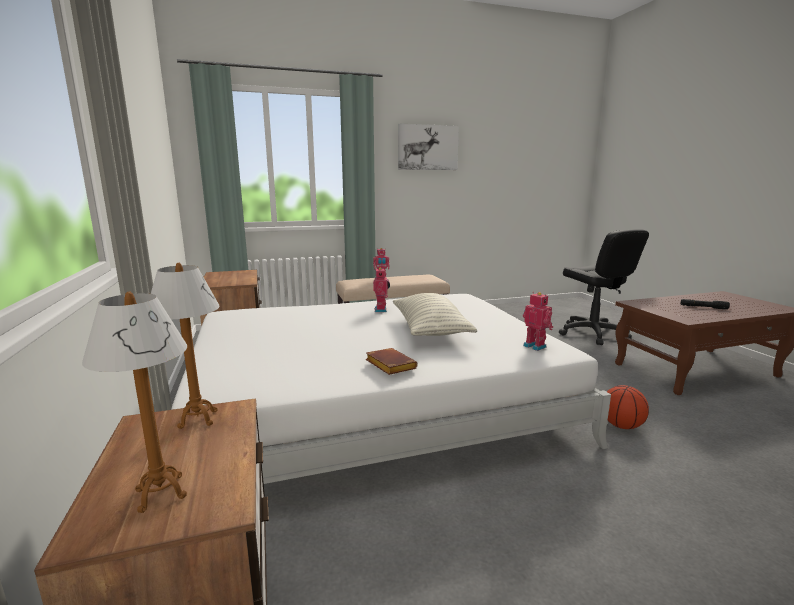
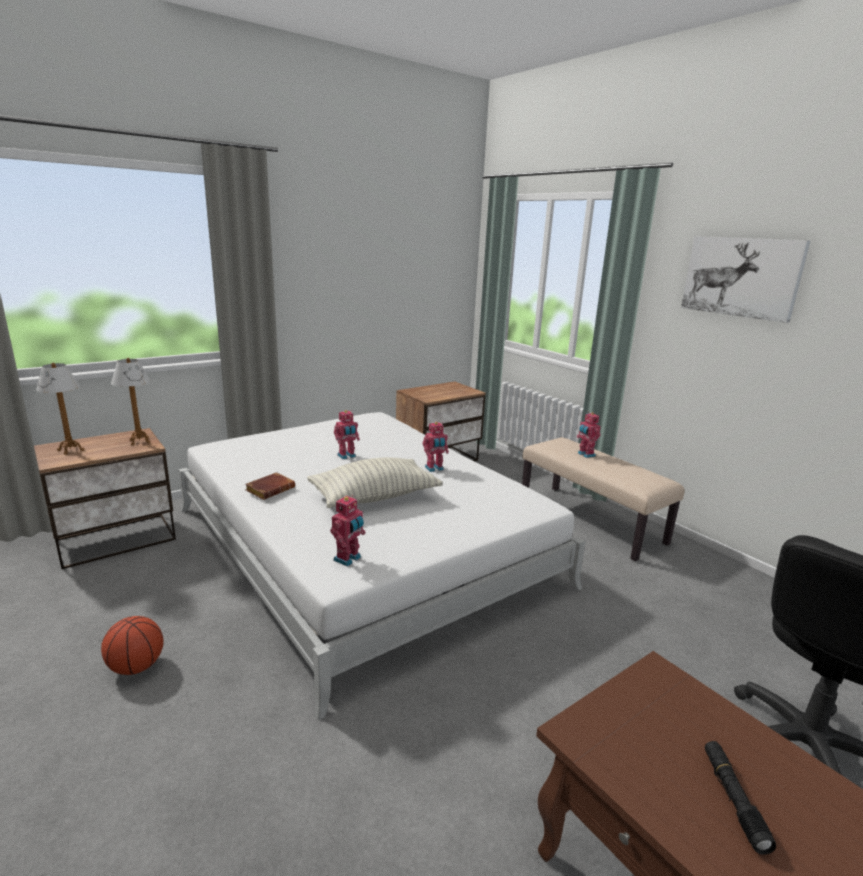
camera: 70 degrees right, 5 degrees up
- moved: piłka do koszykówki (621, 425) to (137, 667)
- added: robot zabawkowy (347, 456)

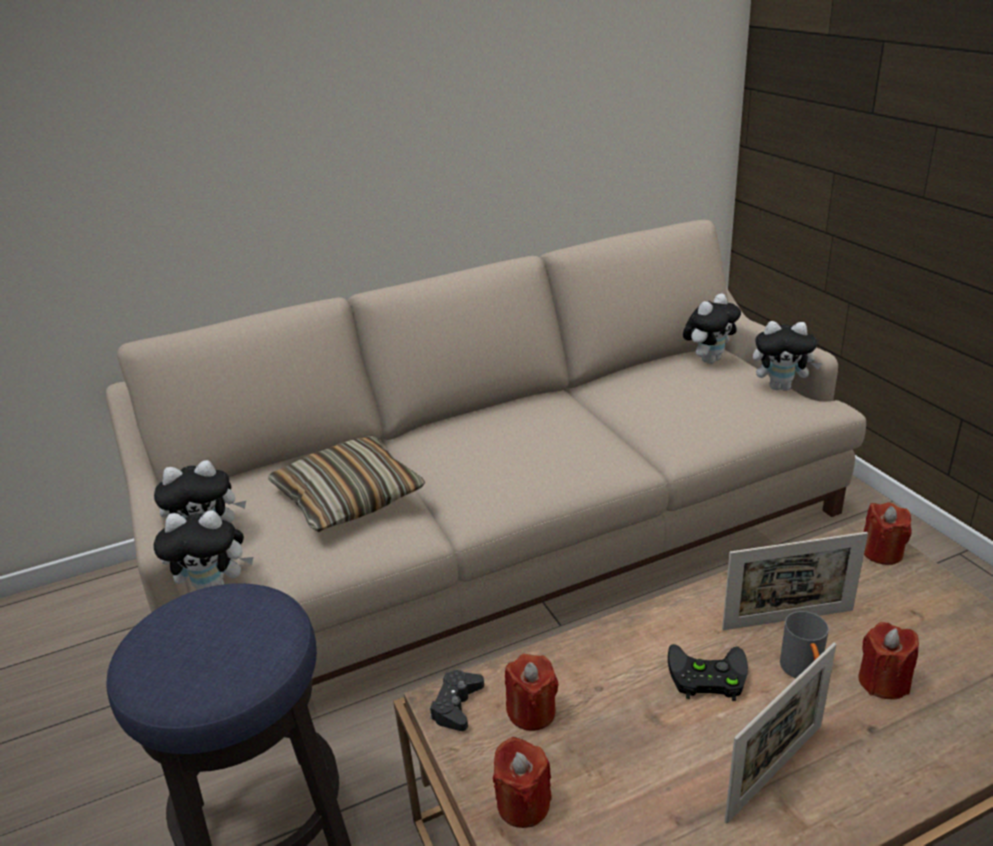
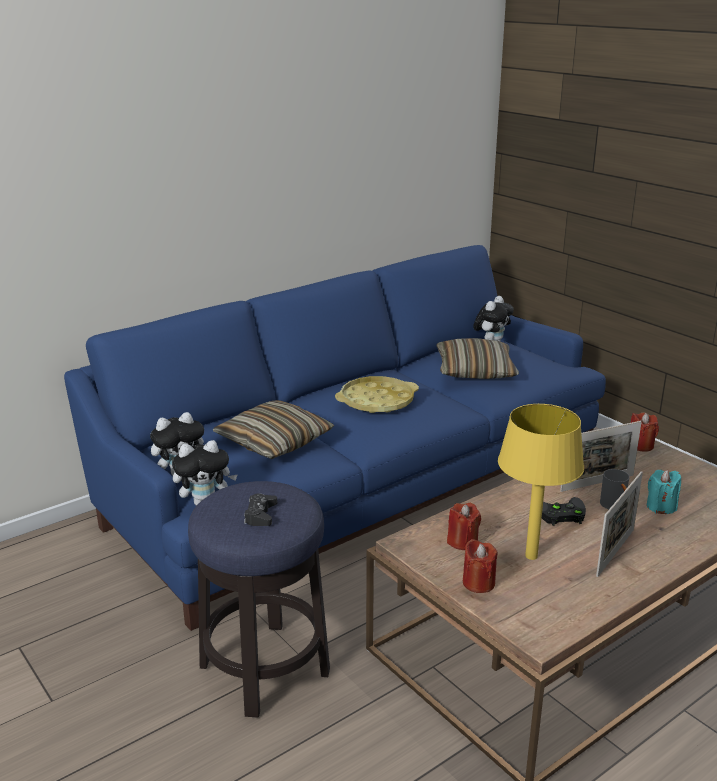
camera: 15 degrees left, 5 degrees down
- recoloured: kanapa (beżowy) (504, 537) to kanapa (niebieski) (358, 482)
- removed: pluszak (781, 387)
- recoloured: świeca (czerwony) (883, 682) to świeca (turkusowy) (661, 507)
- moved: pad do gier (czarny) (456, 705) to (260, 515)
- added: poduszka (475, 370)
- added: taca (żółty) (377, 401)
- added: lampa stołowa (żółty) (530, 556)

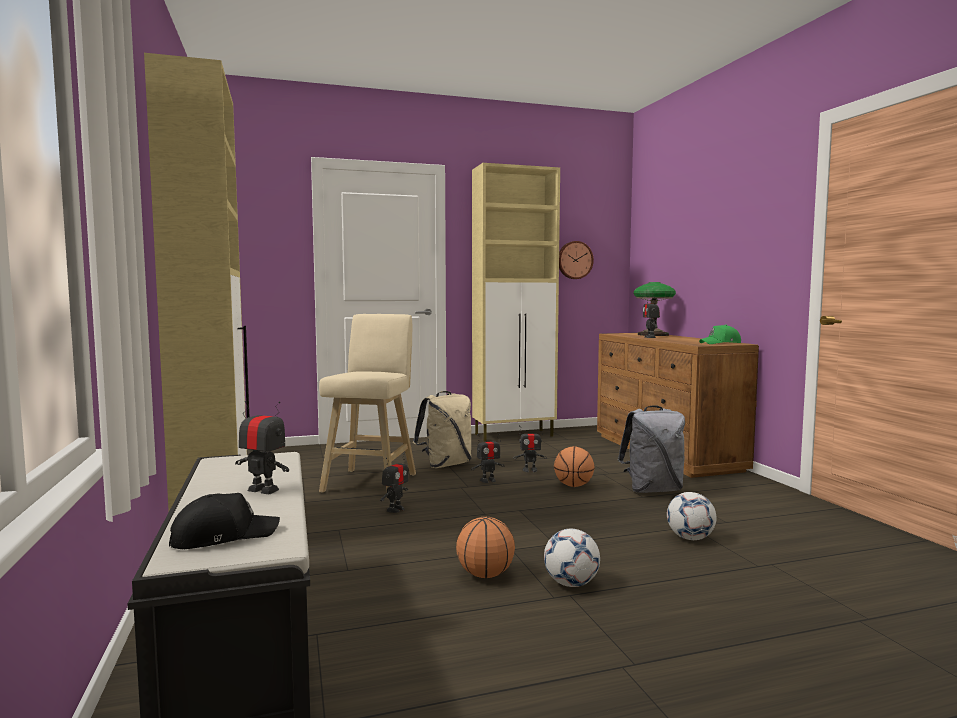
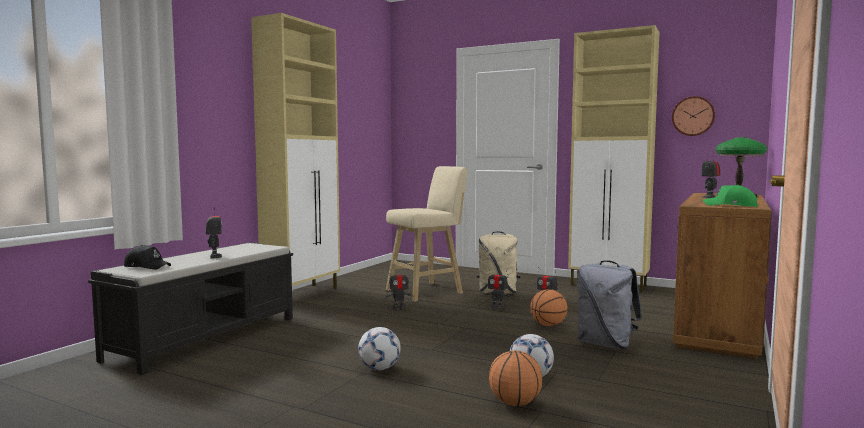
camera: 45 degrees right, 0 degrees up
- moved: piłka do koszykówki (485, 575) to (514, 403)

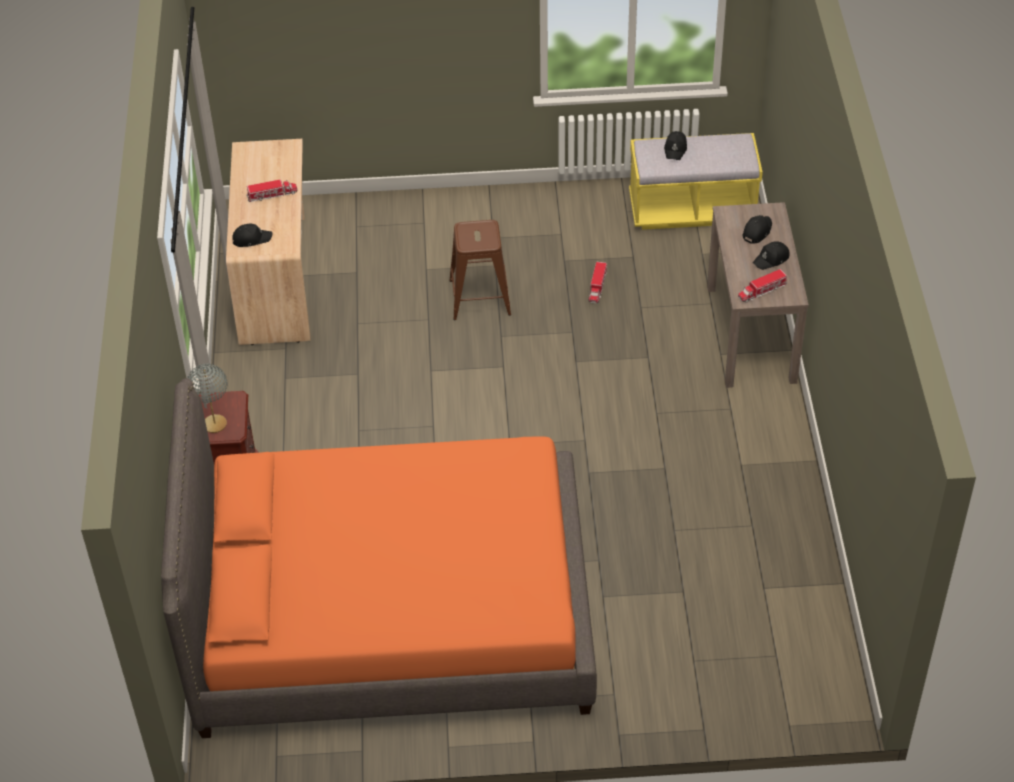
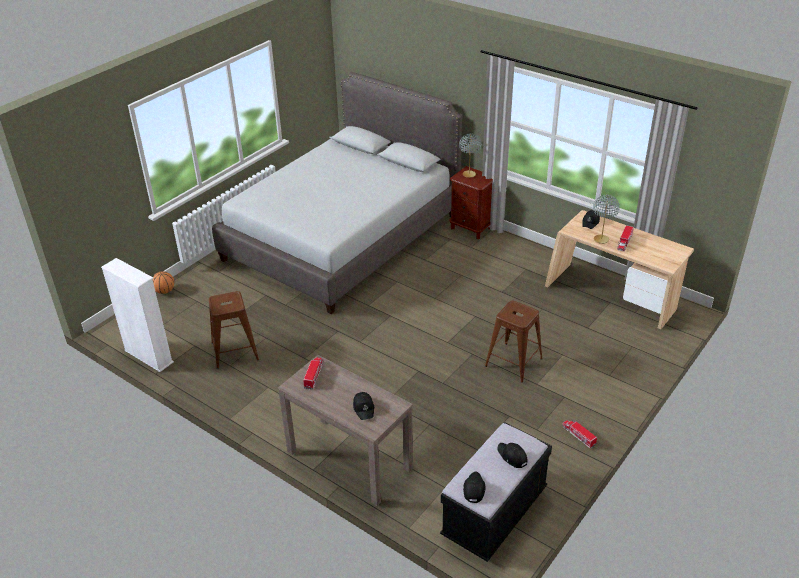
camera: 130 degrees right, 10 degrees down
- recoloured: ławka (żółty) (692, 210) to ławka (czarny) (494, 514)
- moved: czapka z daszkiem (czarny) (771, 259) to (473, 489)
- moved: ciężarówka zabawkowa (597, 287) to (578, 436)
- recoloured: łóżko (pomarańczowy) (391, 613) to łóżko (szary) (343, 237)
- added: lampa stołowa (szary) (601, 239)
- added: regał (biały) (148, 356)
- added: piłka do koszykówki (165, 291)
- added: stołek (brązowy) (234, 351)

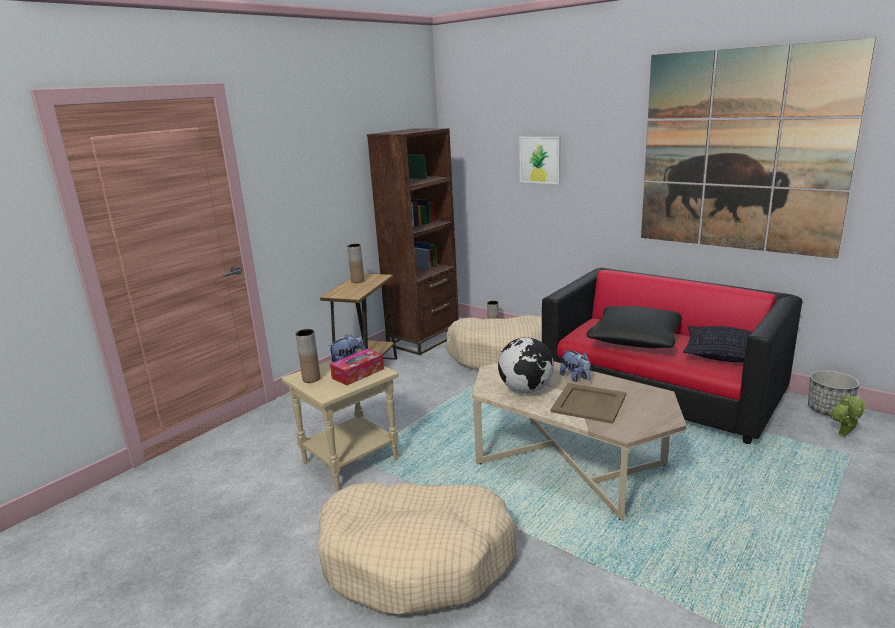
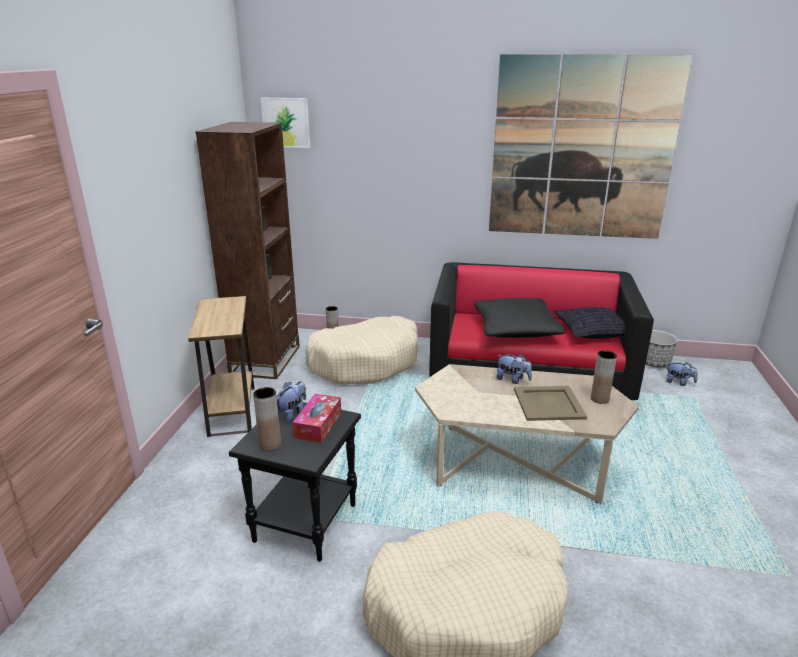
camera: 30 degrees left, 5 degrees up
- moved: obraz (540, 160) to (286, 122)
- moved: wazon (brązowy) (357, 281) to (599, 399)
- removed: globus (526, 390)
- recoloured: stolik (beżowy) (350, 460) to stolik (czarny) (304, 521)
- replaced: roślina doniczkowa (843, 436) to pluszak (679, 382)

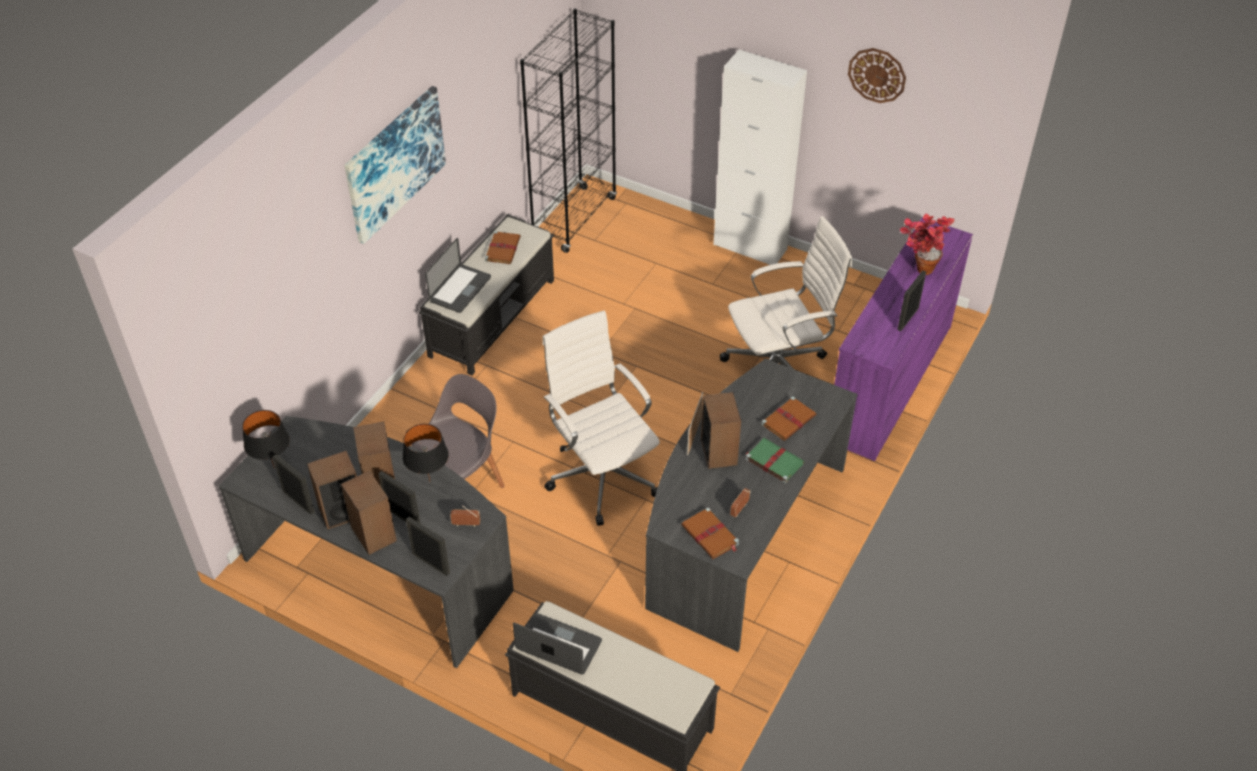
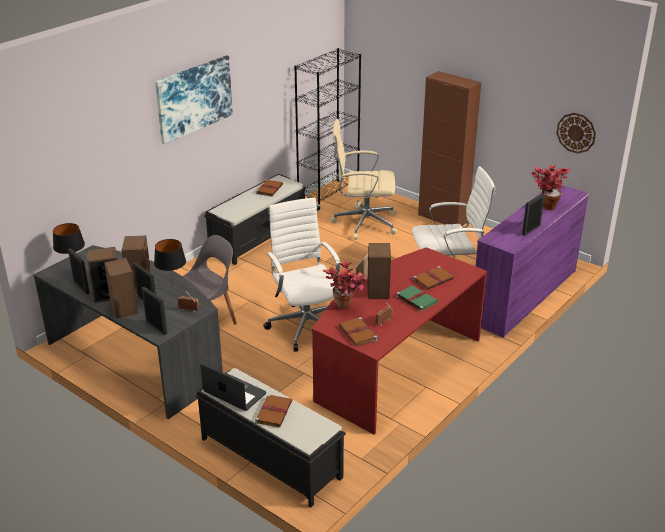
camera: 10 degrees right, 15 degrees down
- moved: zegar ścienny (877, 75) to (576, 132)
- recoloured: szafka (biały) (750, 247) to szafka (brązowy) (443, 218)
- removed: laptop (460, 289)
- recoloured: biurko (szary) (741, 533) to biurko (czerwony) (395, 367)
- added: krzesło biurowe (beżowy) (363, 223)
- added: roślina doniczkowa (346, 309)
- added: książka (brązowy) (274, 412)

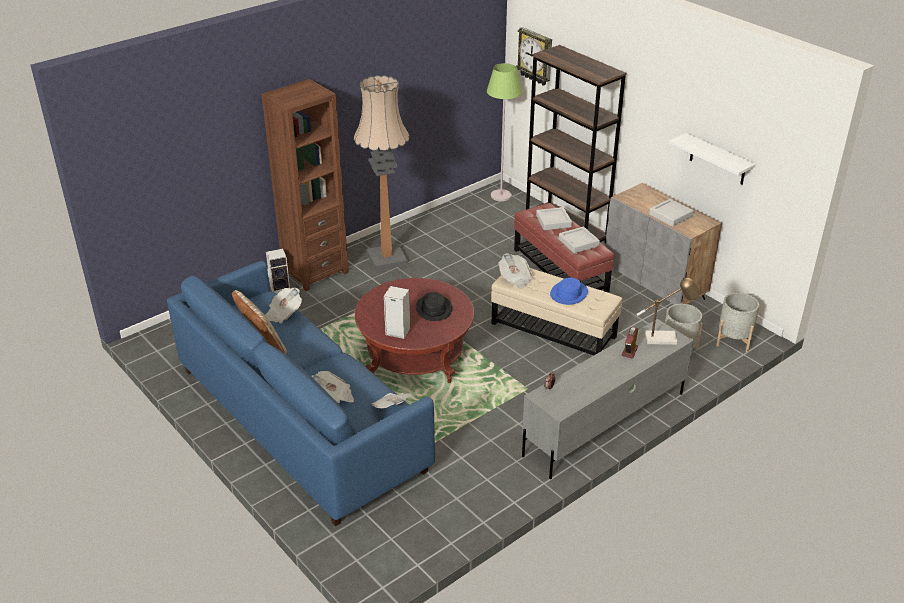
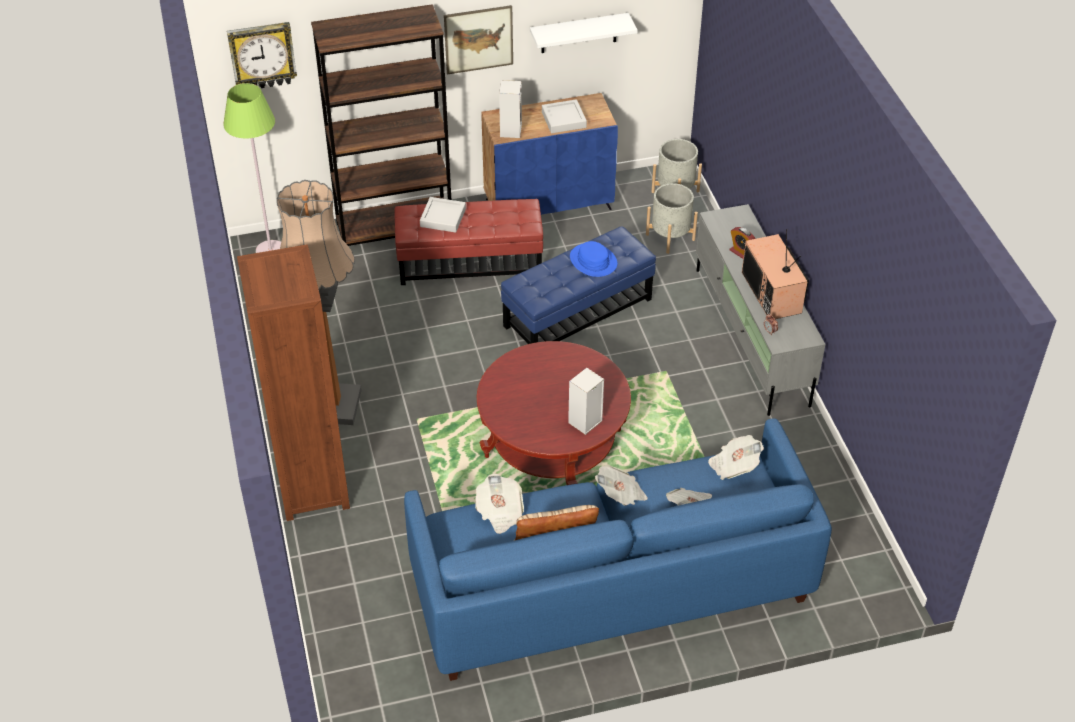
camera: 65 degrees left, 10 degrees up
- recoloured: szafka (szary) (655, 285) to szafka (niebieski) (549, 204)
- removed: taca (szary) (578, 242)
- moved: głośnik (280, 288) to (510, 130)
- moved: gazeta (515, 279) to (621, 495)
- recoloured: pufa (beżowy) (553, 330) to pufa (niebieski) (578, 313)
- removed: lampa stołowa (665, 338)
- removed: kapelusz (czarny) (434, 308)
- added: obraz (478, 39)
- added: telewizor (773, 293)

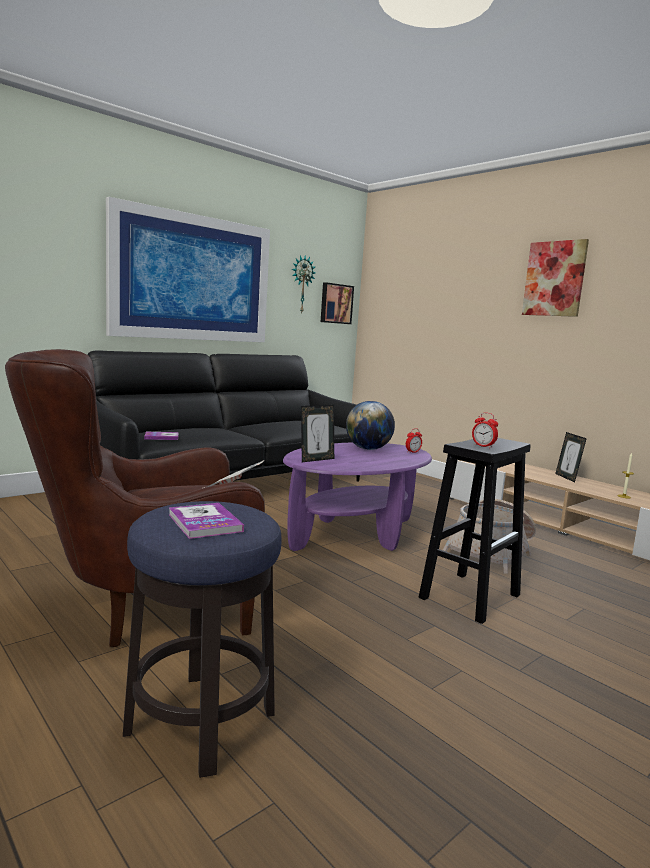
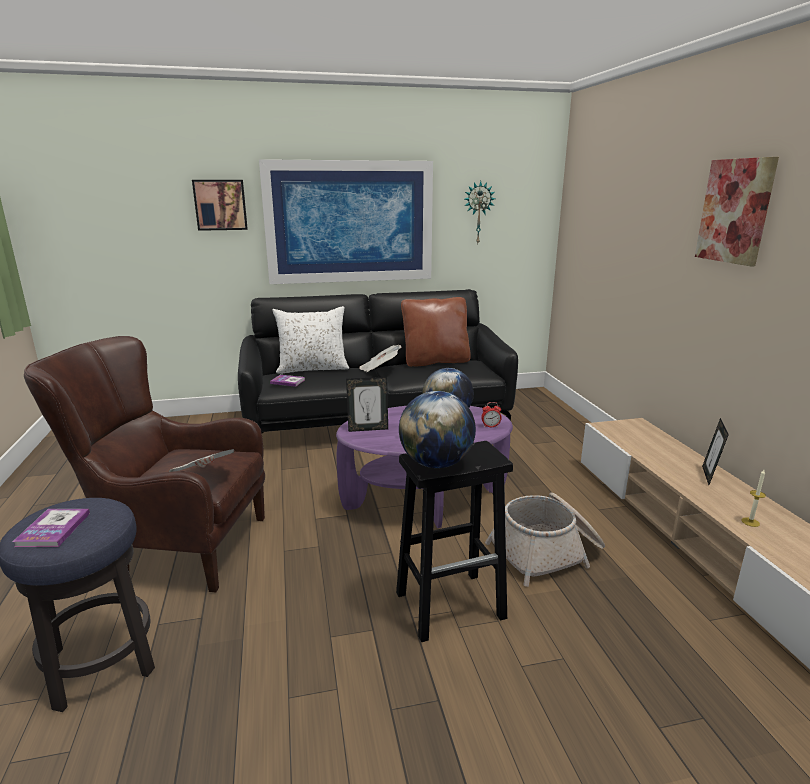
camera: 30 degrees right, 10 degrees up
- moved: obraz (335, 303) to (220, 205)
- replaced: budzik (483, 446) to globus (436, 463)
- added: poduszka (brązowy) (435, 361)
- added: poduszka (biały) (312, 368)
- added: gazeta (379, 369)

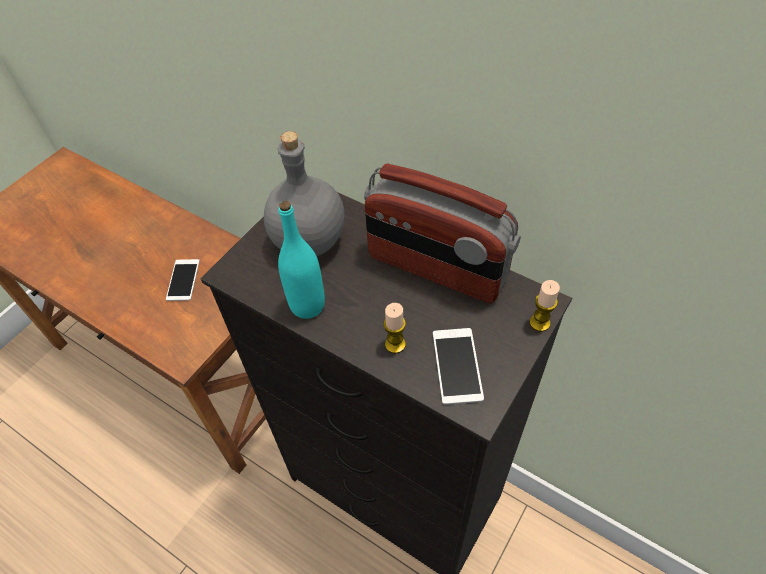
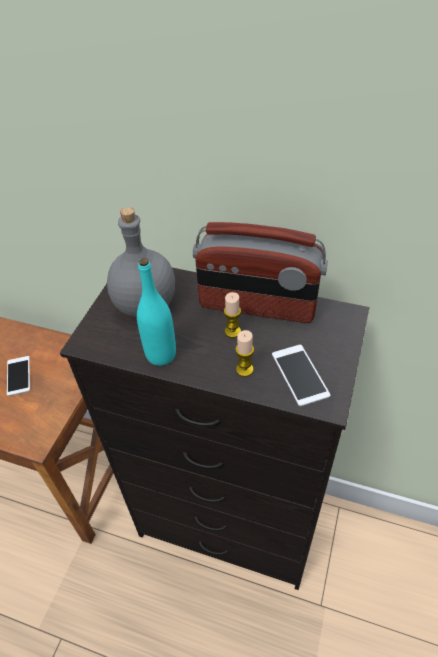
camera: 15 degrees left, 5 degrees down
- moved: świeca (539, 323) to (232, 331)

